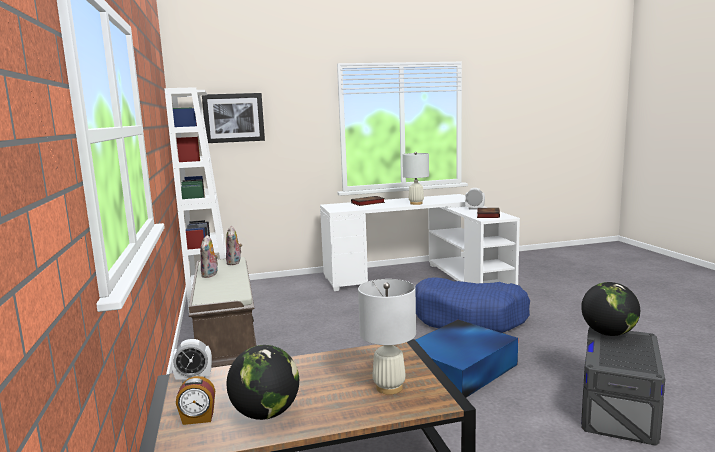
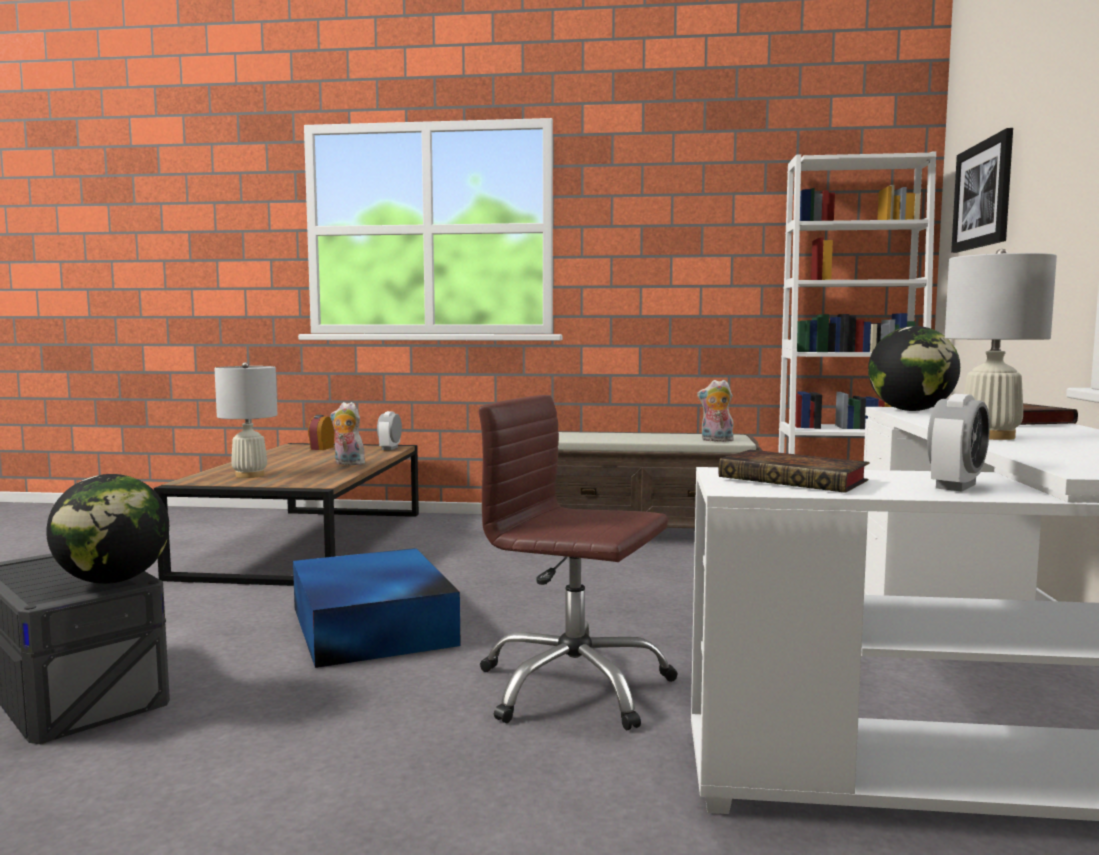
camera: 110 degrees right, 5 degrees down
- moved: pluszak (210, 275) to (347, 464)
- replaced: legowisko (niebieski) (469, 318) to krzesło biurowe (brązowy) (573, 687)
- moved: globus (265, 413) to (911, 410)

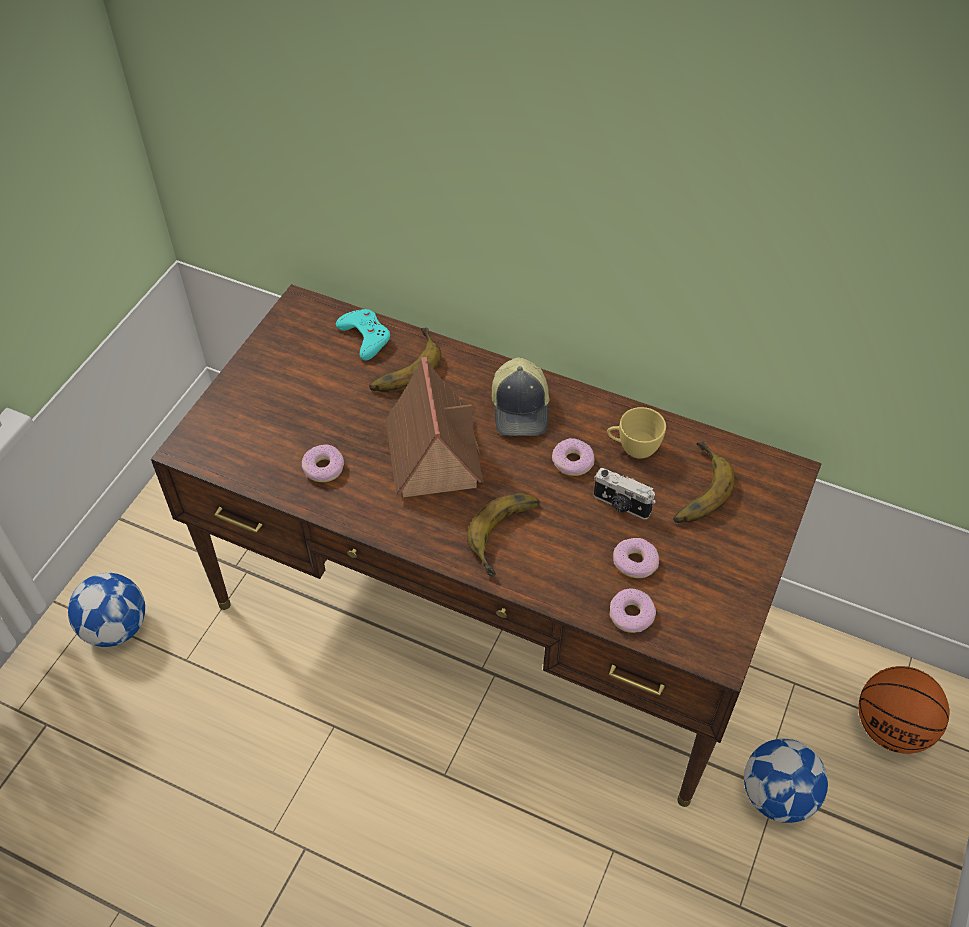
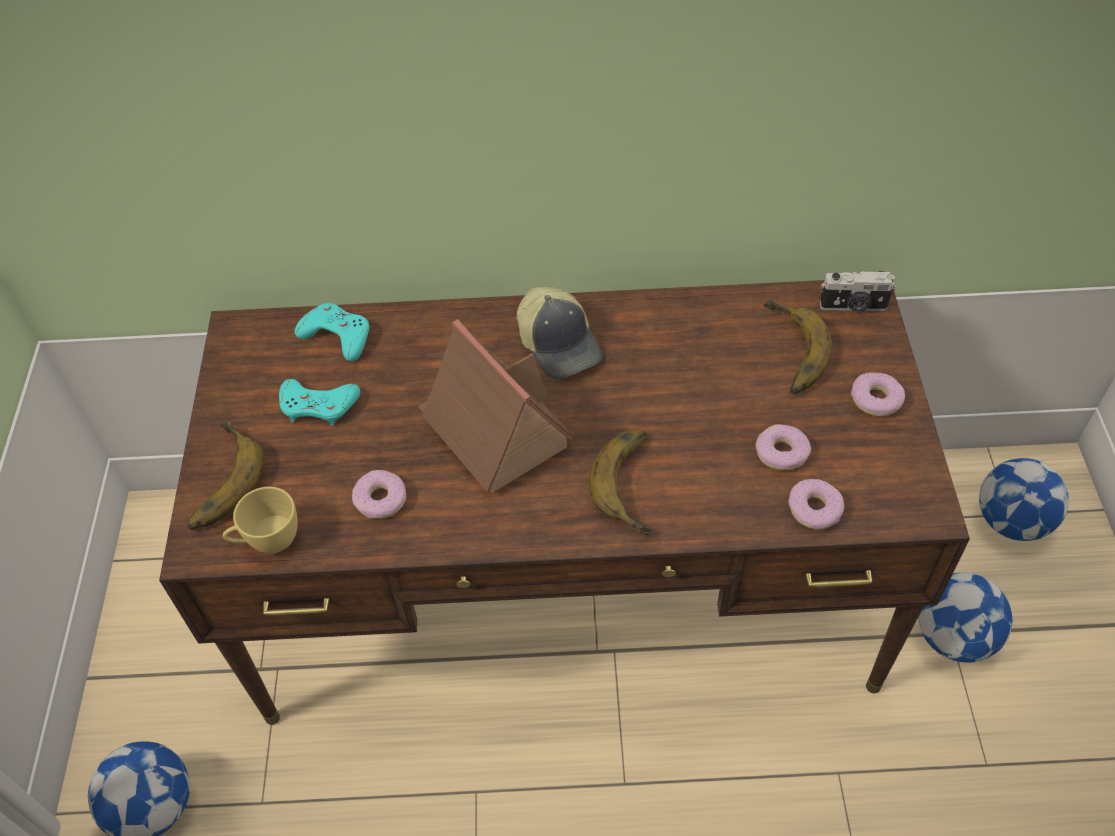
camera: 25 degrees left, 0 degrees up
- moved: banan (402, 366) to (217, 481)
- moved: filiżanka (żółty) (633, 448) to (268, 541)
- moved: donut (572, 462) to (876, 400)
- moved: aparat fotograficzny (621, 505) to (853, 307)
- replaced: piłka do koszykówki (891, 728) to piłka futbolowa (1011, 521)
- added: pad do gier (turkusowy) (318, 405)

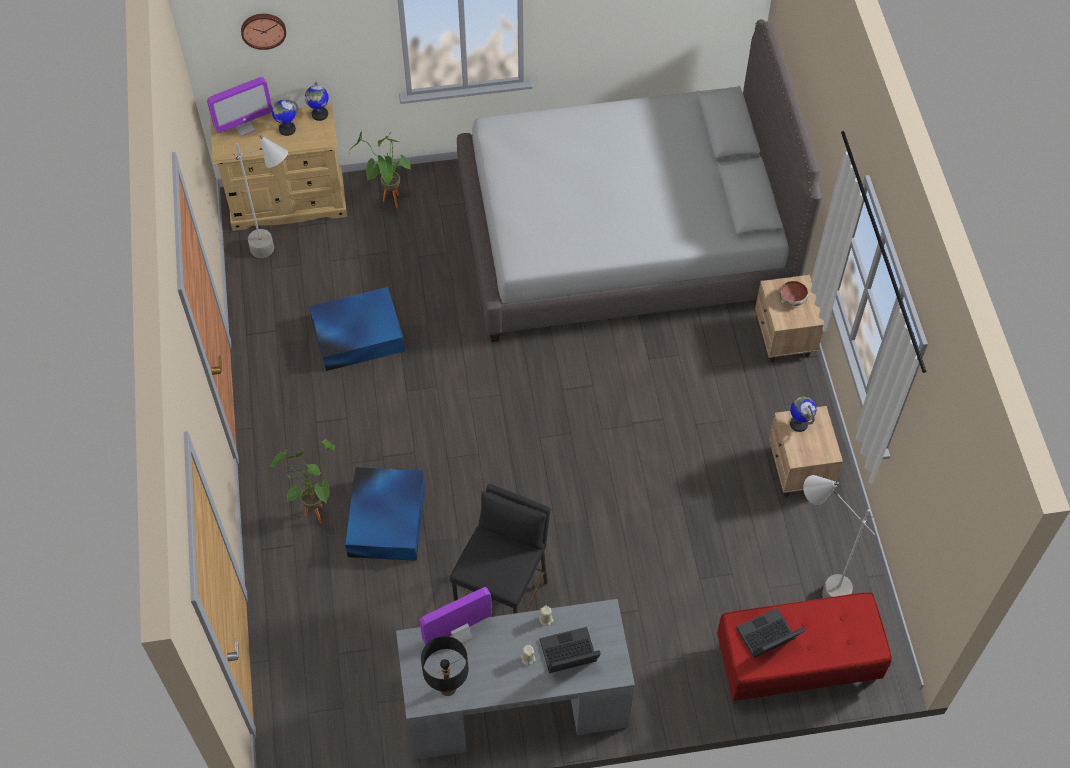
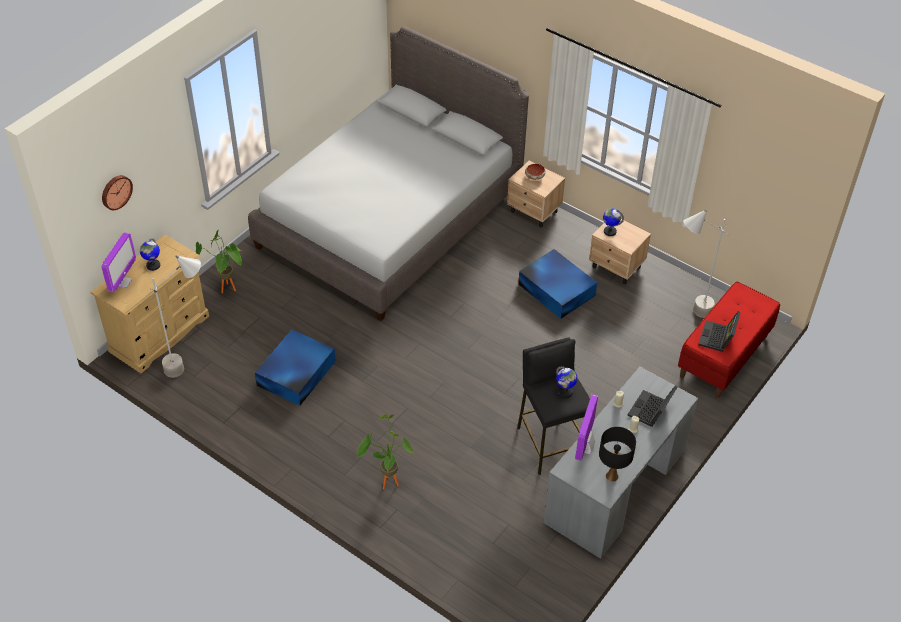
camera: 45 degrees left, 10 degrees down
- moved: globus (319, 114) to (565, 392)
- moved: pojemnik do przechowywania (niebieski) (387, 518) to (556, 289)

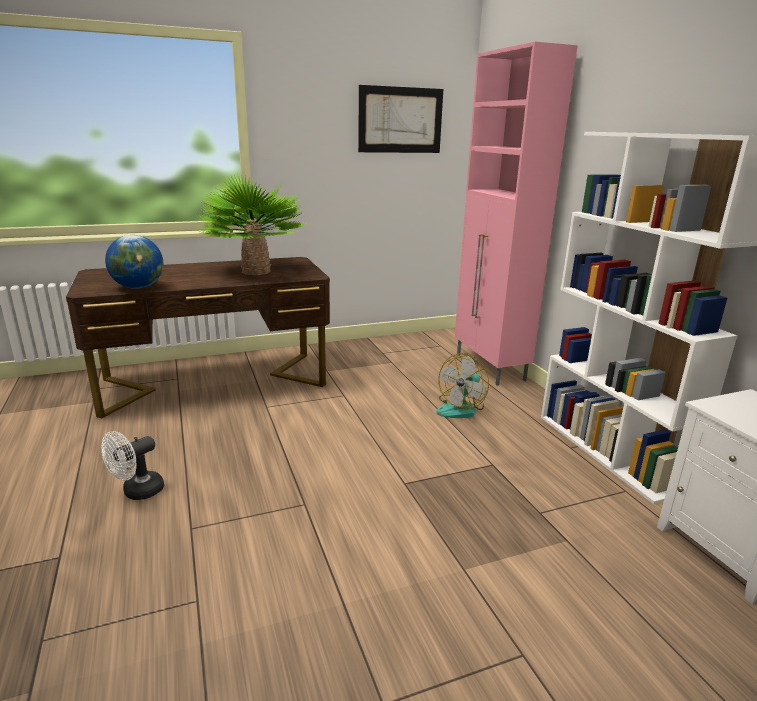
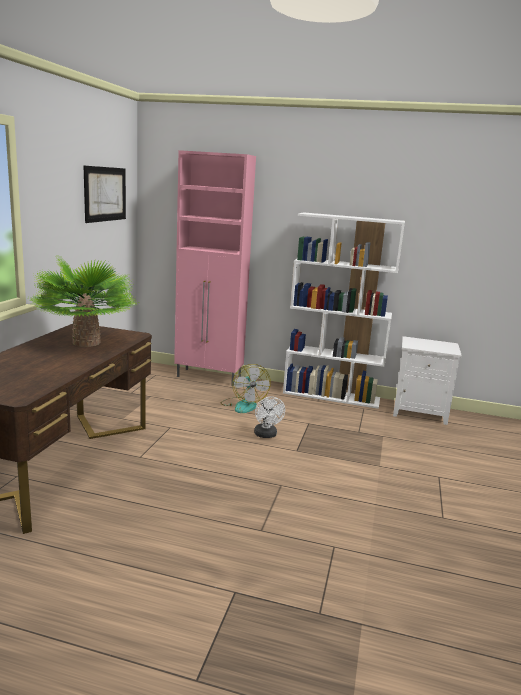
camera: 55 degrees left, 5 degrees down
- removed: globus (138, 287)
- moved: wentylator (biały) (137, 492) to (266, 435)

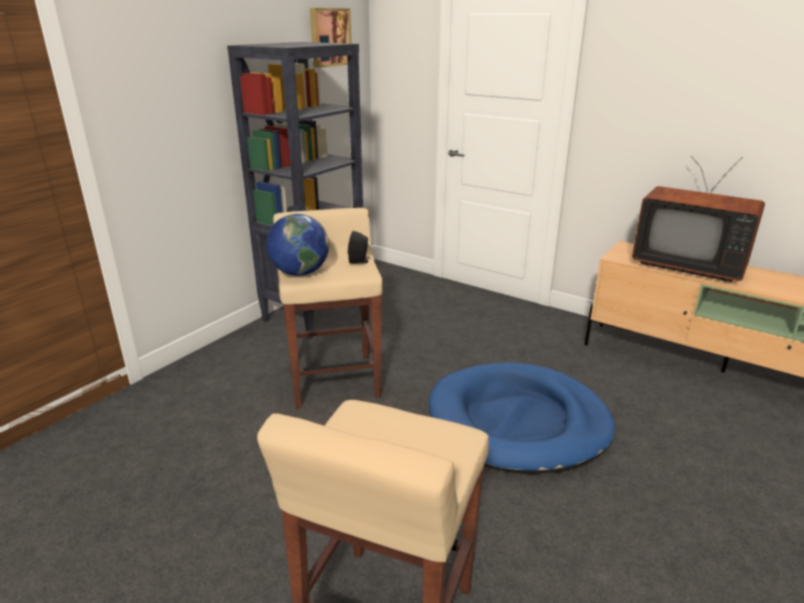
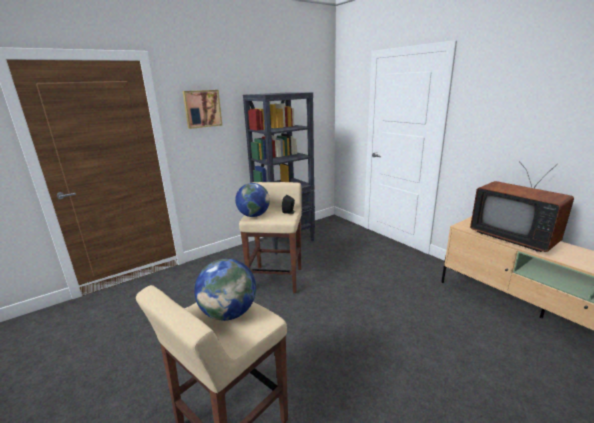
camera: 20 degrees right, 5 degrees down
- moved: obraz (329, 37) to (202, 108)
- removed: legowisko (niebieski) (518, 422)
- added: globus (229, 313)

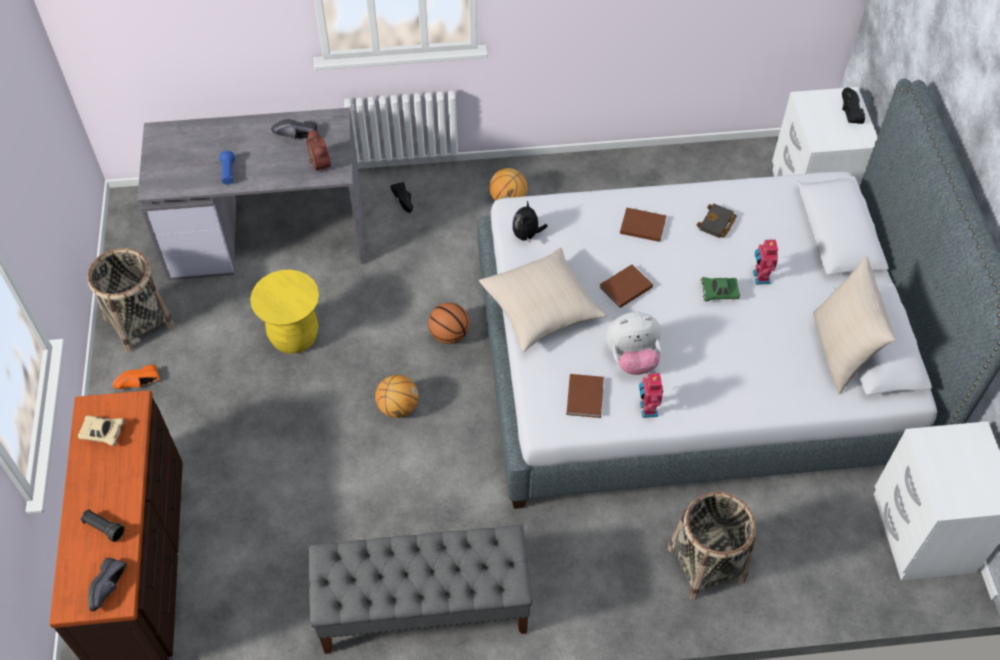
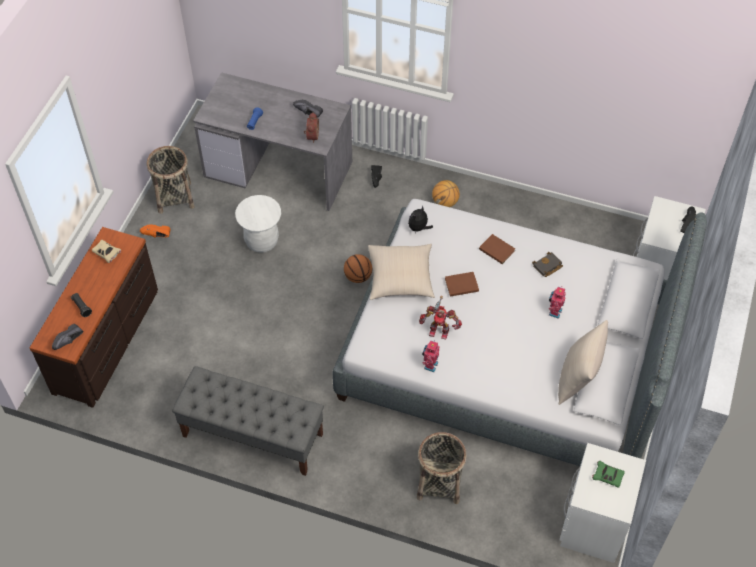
camera: 25 degrees right, 0 degrees up
- recoloured: stołek (żółty) (294, 336) to stołek (biały) (262, 241)
- moved: samochodzik (zielony) (719, 293) to (607, 477)
- replaced: pluszak (632, 358) to robot zabawkowy (439, 330)
- removed: książka (brązowy) (585, 396)
- removed: piłka do koszykówki (398, 407)

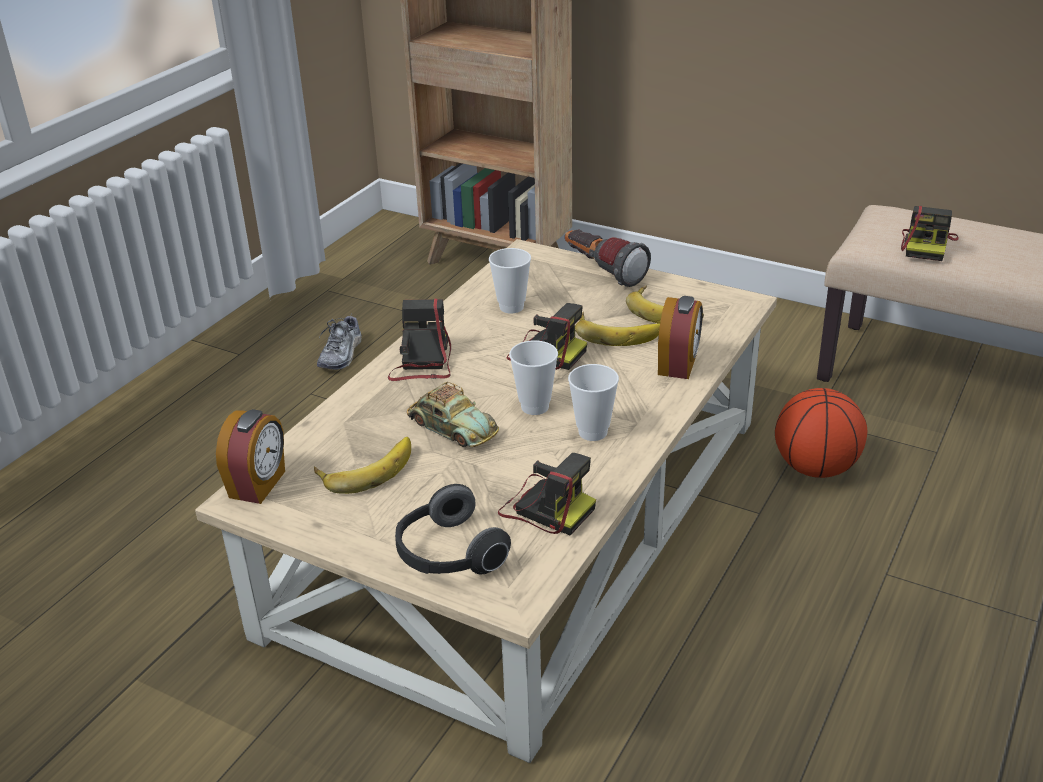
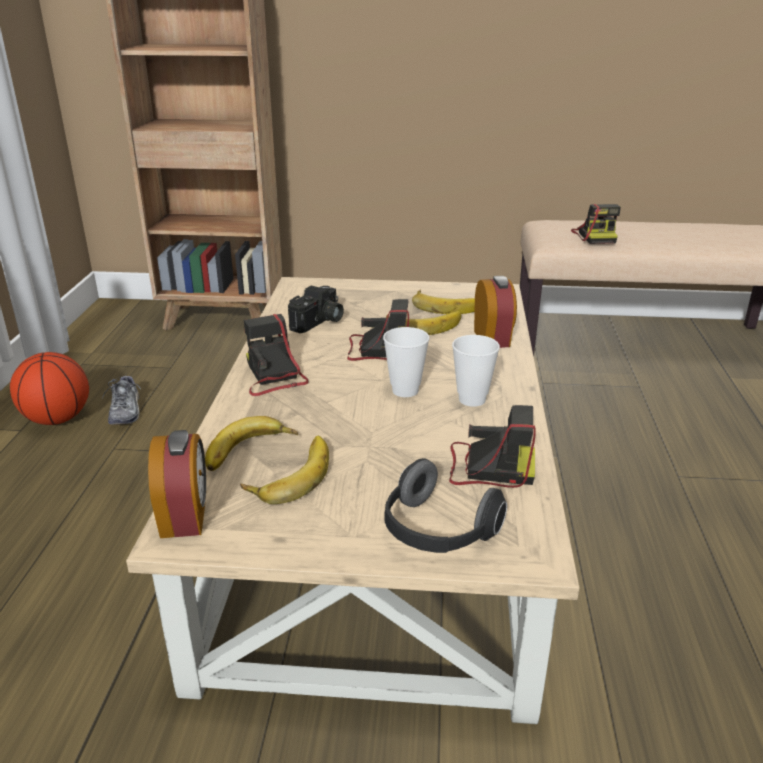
camera: 25 degrees left, 5 degrees down
- removed: latarka (602, 271)
- replaced: filiżanka (511, 307) to aparat fotograficzny (319, 322)
- removed: samochodzik (452, 427)
- moved: piłka do koszykówki (815, 468) to (57, 419)
- added: banan (250, 452)

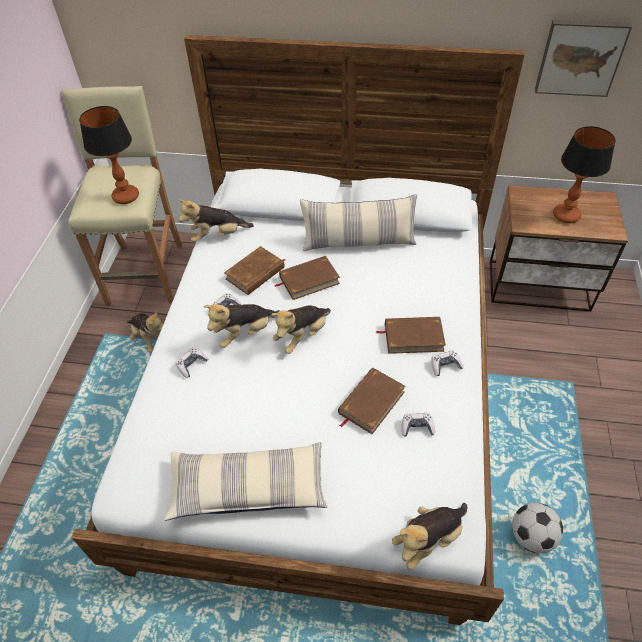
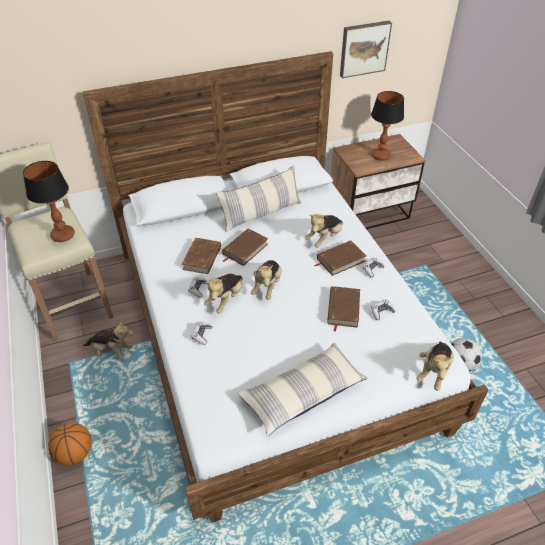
camera: 30 degrees left, 5 degrees down
- moved: pluszak (217, 236) to (324, 238)
- added: piłka do koszykówki (75, 453)

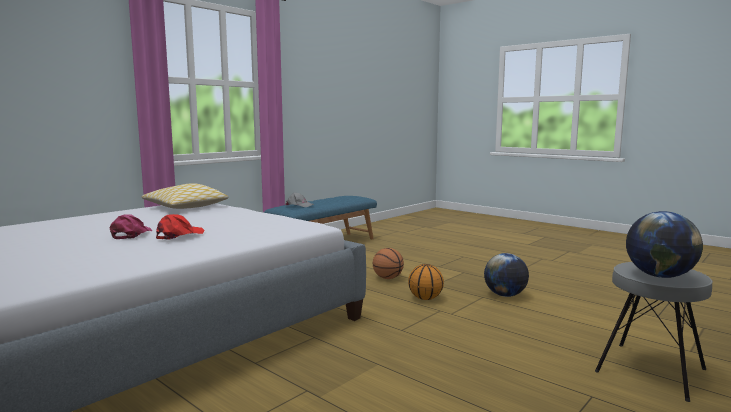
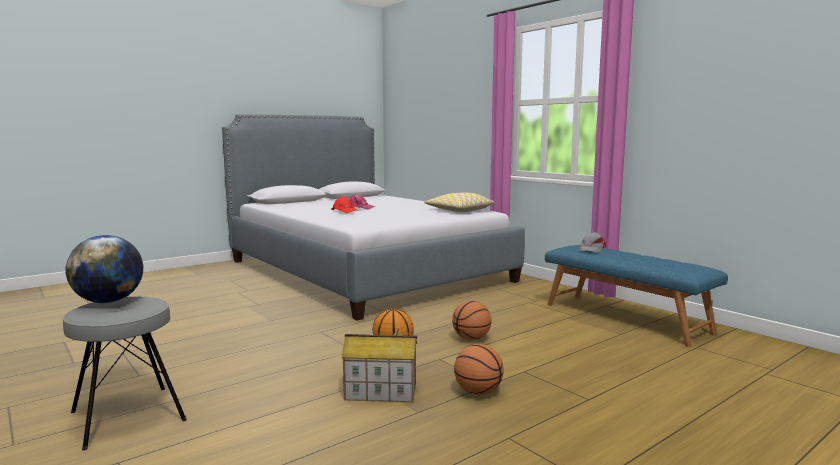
camera: 100 degrees right, 0 degrees up
- replaced: globus (505, 295) to domek (380, 392)
- added: piłka do koszykówki (478, 392)

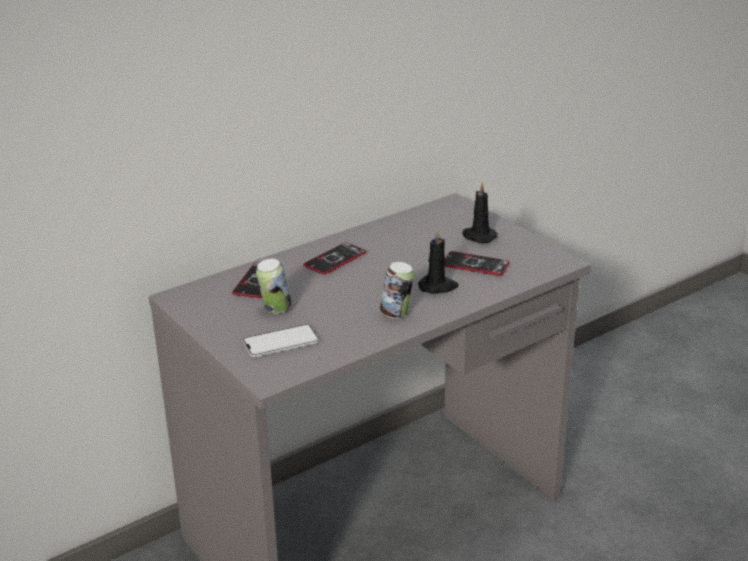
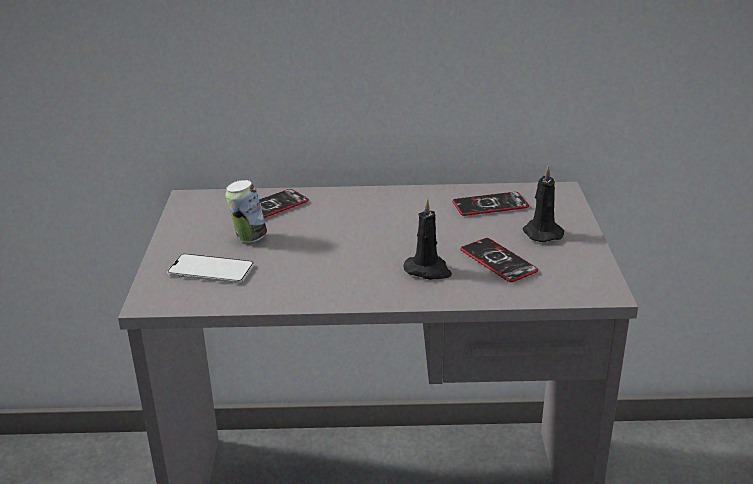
camera: 35 degrees right, 0 degrees up
- moved: telefon (335, 259) to (490, 205)
- removed: puszka (396, 314)

